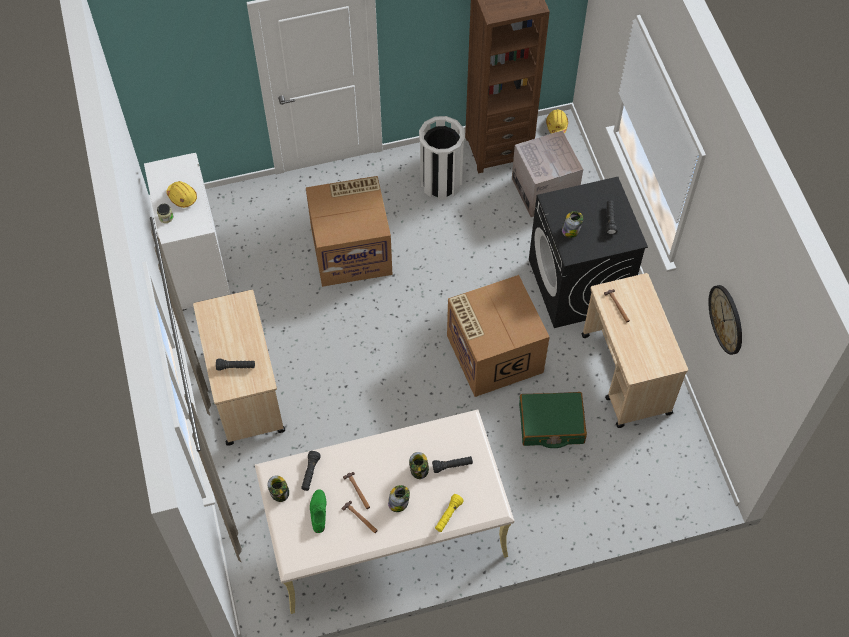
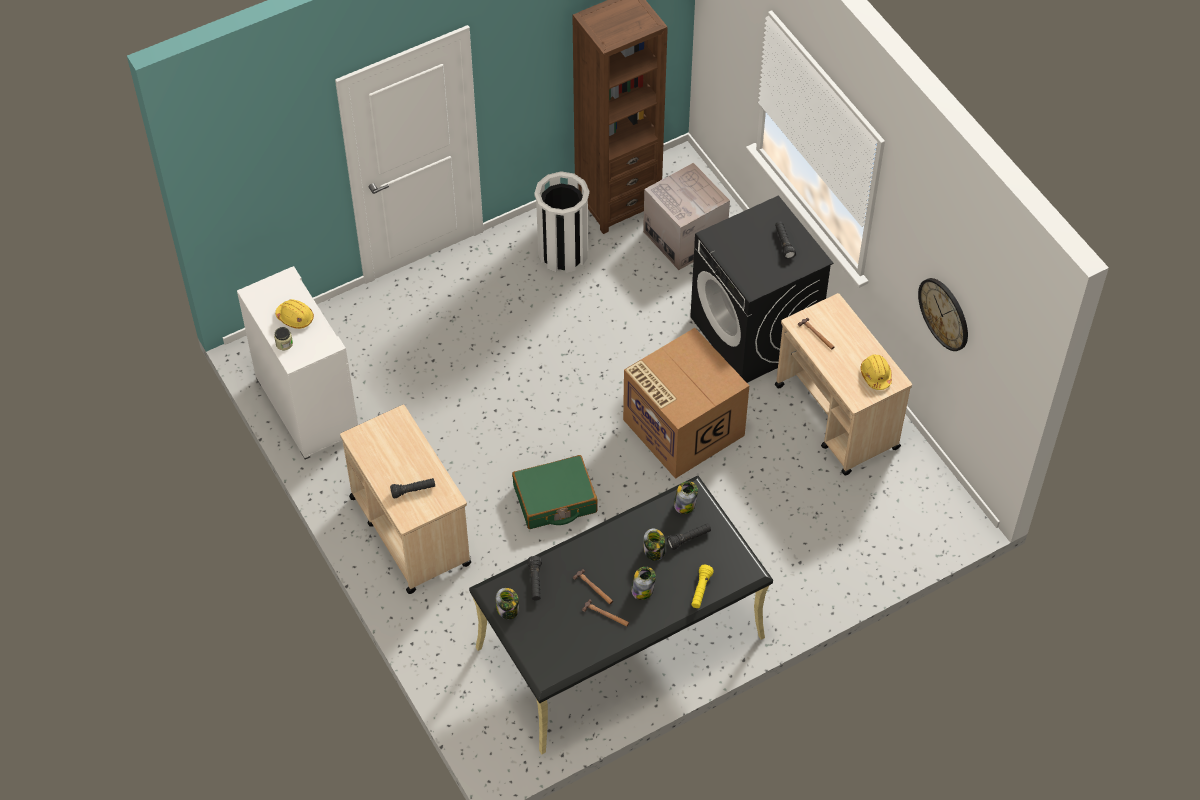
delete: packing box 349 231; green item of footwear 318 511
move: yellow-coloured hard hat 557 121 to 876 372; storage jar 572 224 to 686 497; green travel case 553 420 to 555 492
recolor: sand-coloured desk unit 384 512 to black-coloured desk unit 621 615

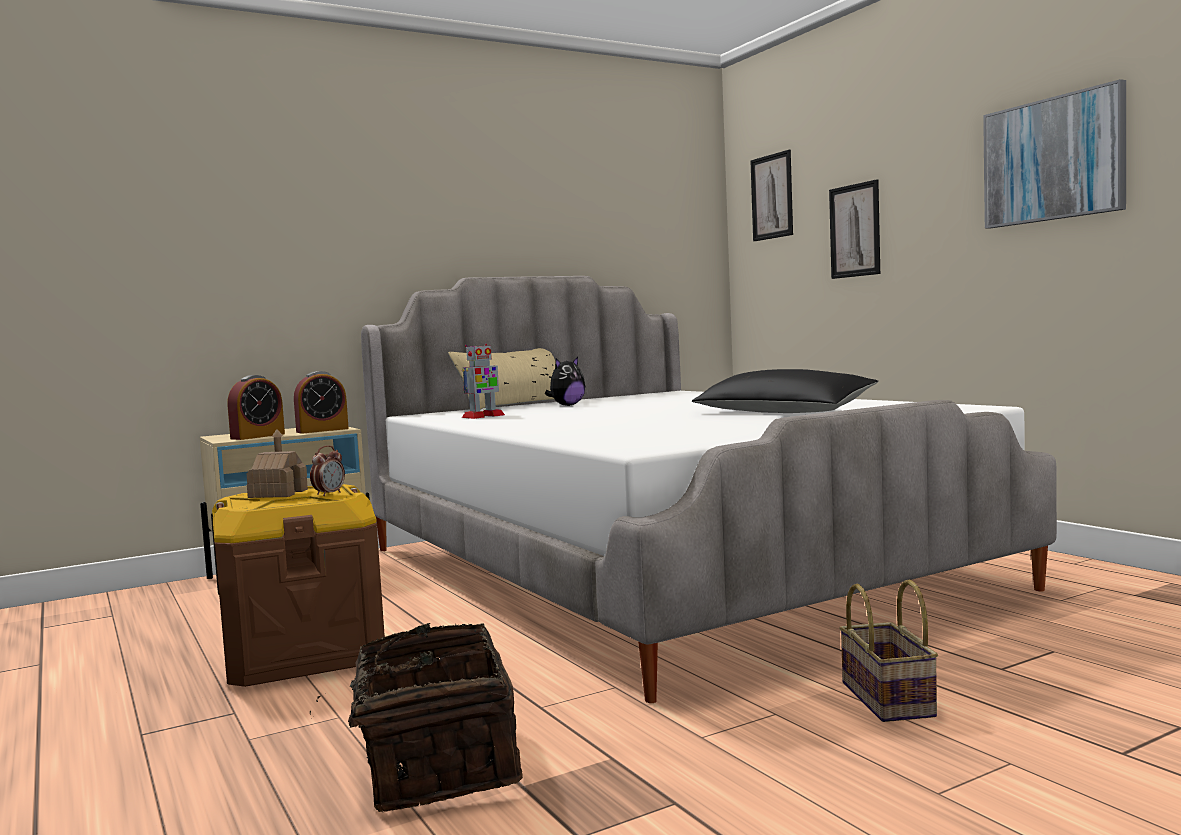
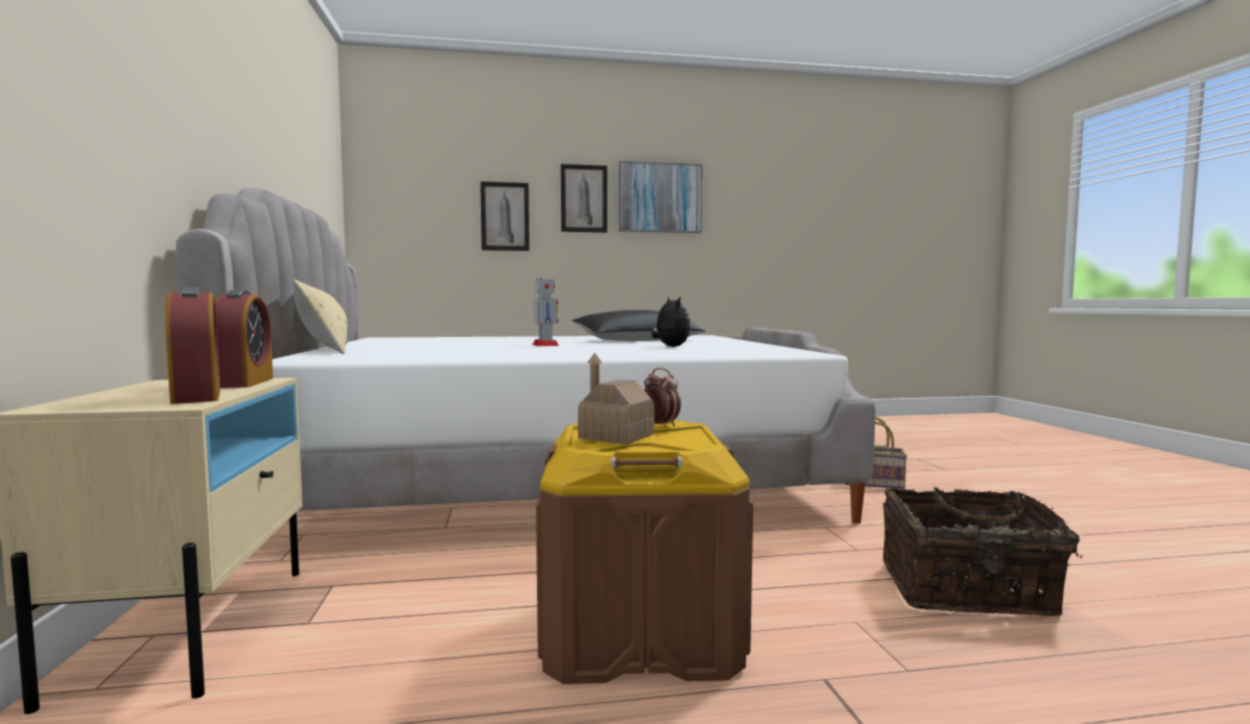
move: wall picture 771 195 to 584 198; robot figure 483 381 to 546 312; plush toy 565 381 to 671 321

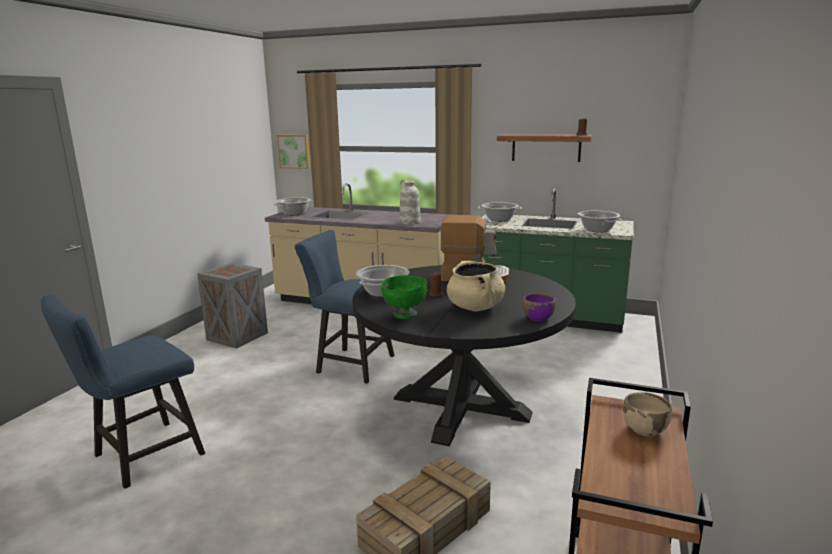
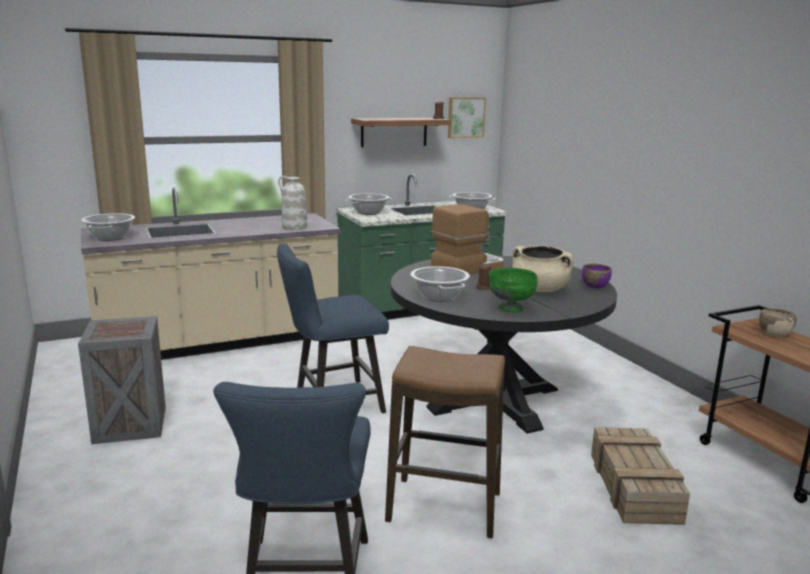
insert: sitting stool 445 442
move: wall picture 293 152 to 467 117

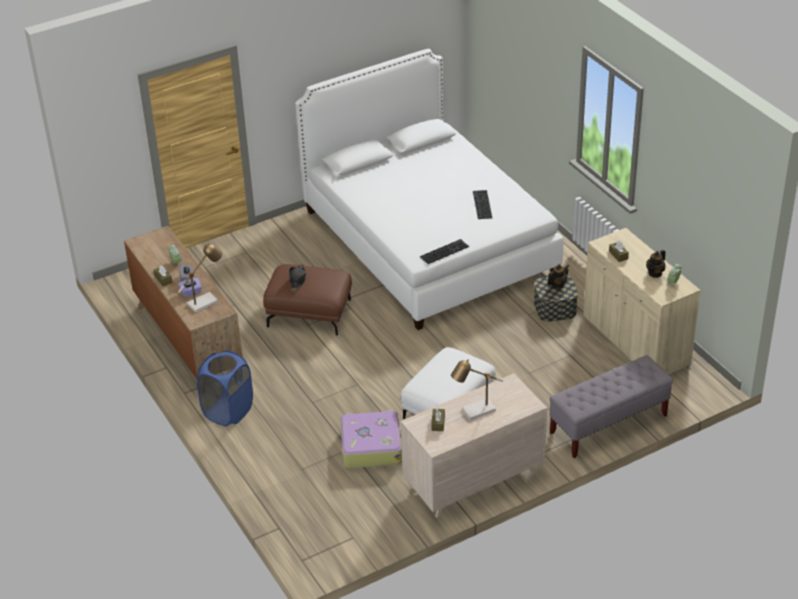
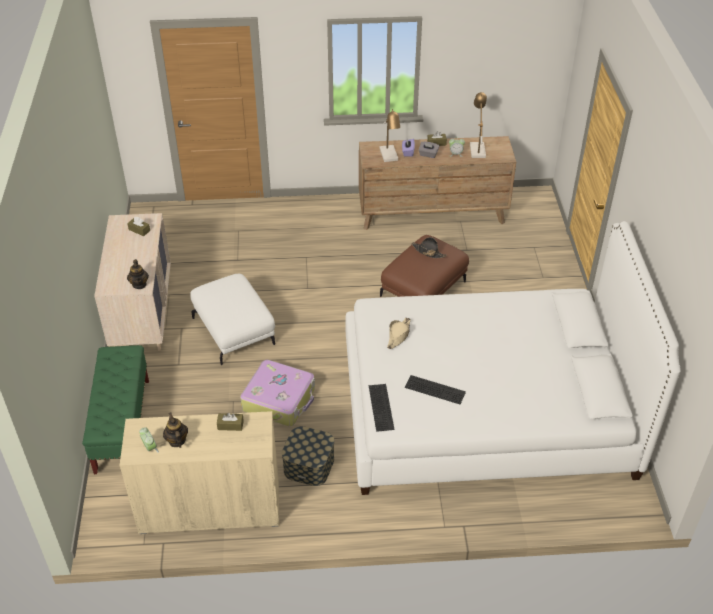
delete: blue-coloured hamper 225 388
insert: sand-coloured wearable hat 399 333
move: PC keyboard 444 251 to 381 408; tea pot 558 276 to 138 274; table lamp 477 389 to 478 125; travel case 371 439 to 277 393
recolor: greyish bench 611 406 to green bench 115 409

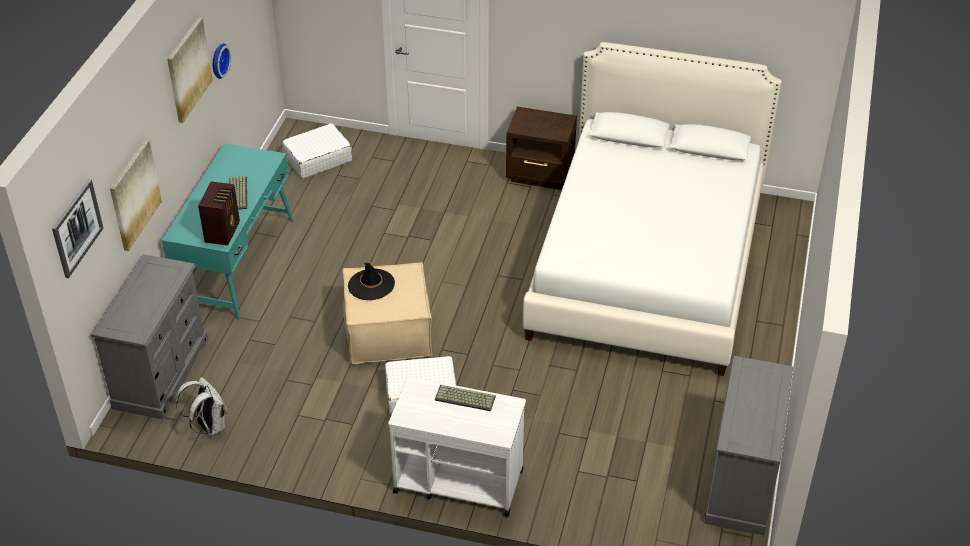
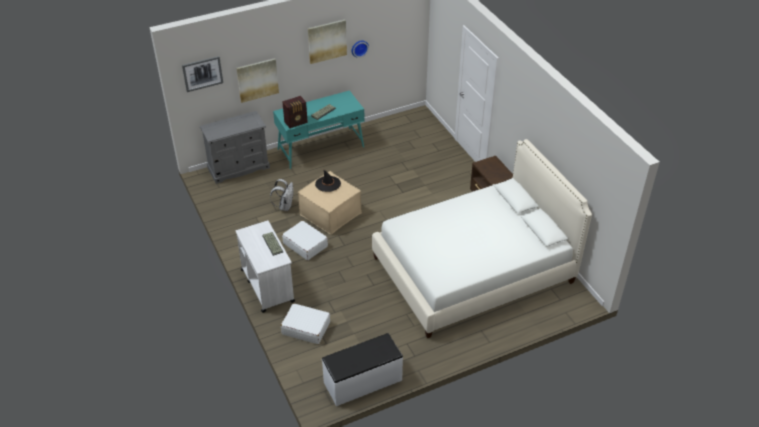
move: white travel case 317 150 to 305 323; white backpack 201 406 to 281 195
replace: greyish chest of drawers 748 446 to white bench 362 369

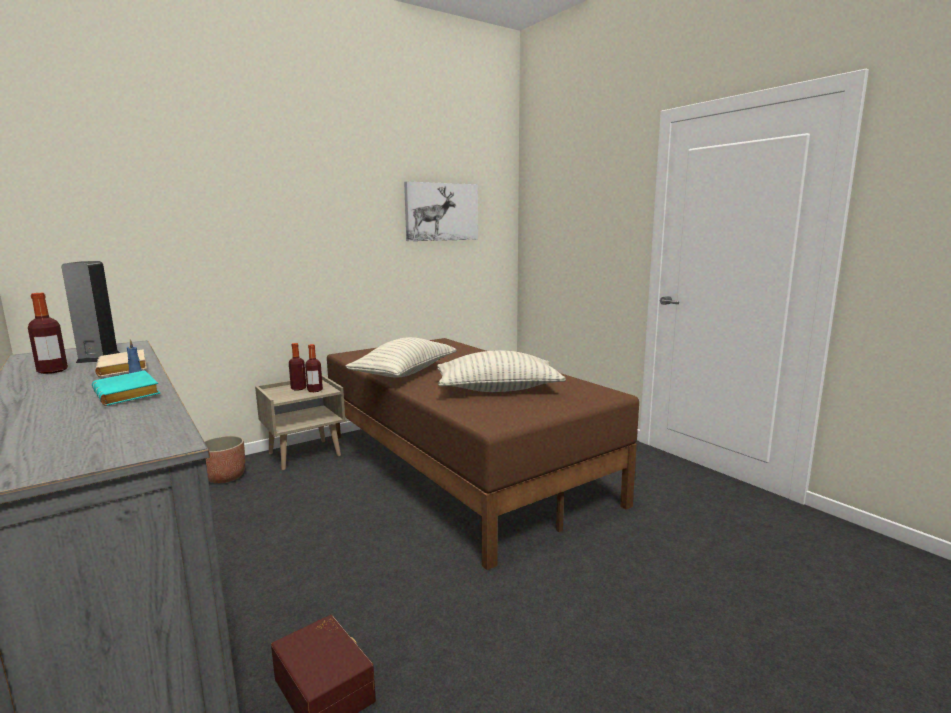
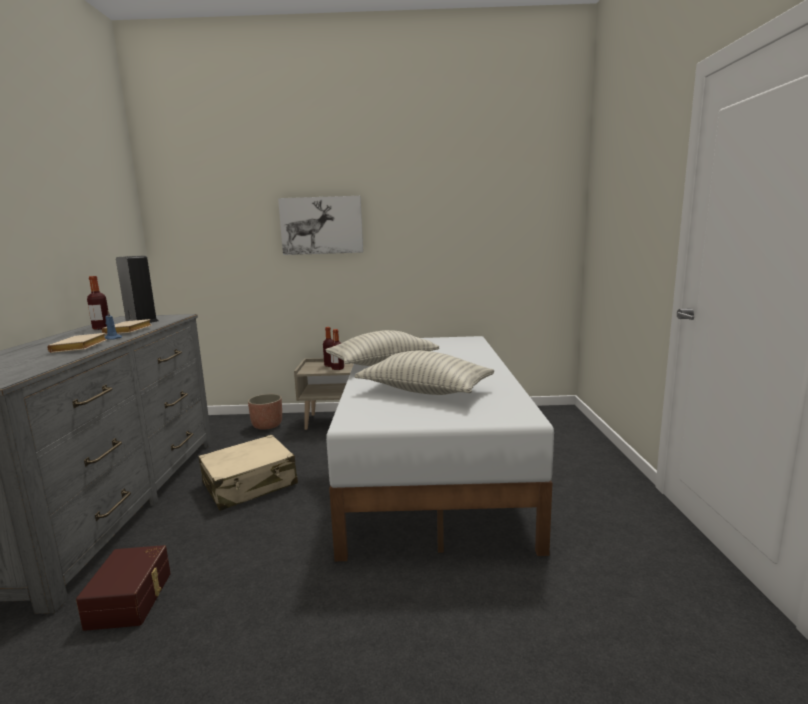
insert: sand-coloured travel case 248 473
move: wall picture 441 211 to 320 225
recolor: brown-coloured bedroom bed 483 454 to white bedroom bed 440 448; blue-green bound book 126 388 to sand-coloured bound book 77 343

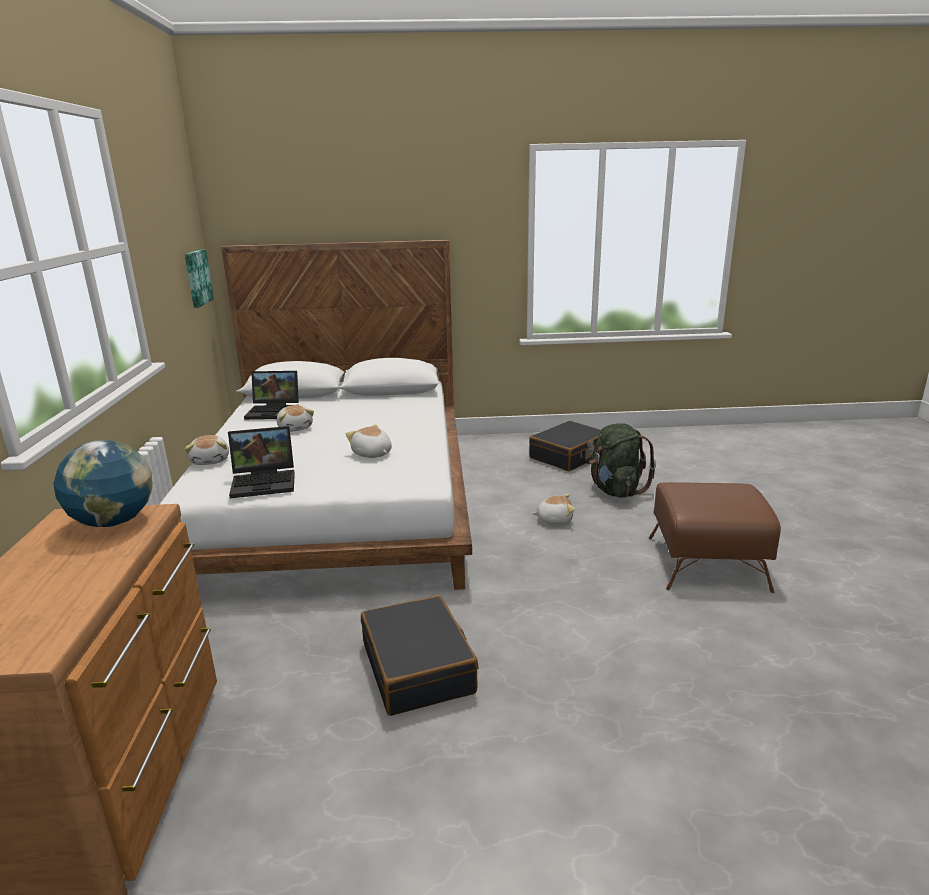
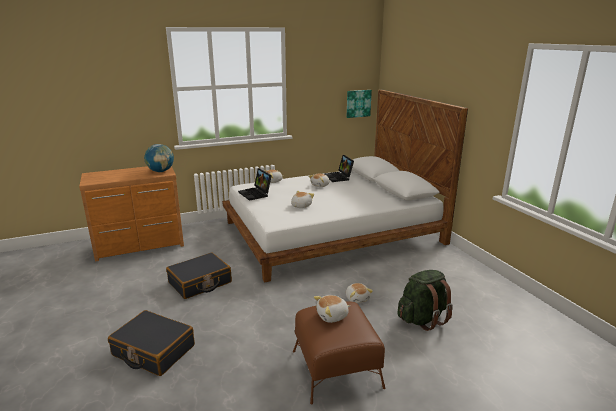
insert: plush toy 332 309
move: black-coloured travel case 565 446 to 151 343

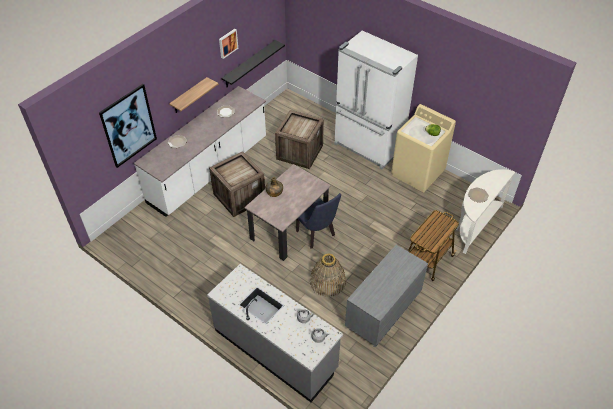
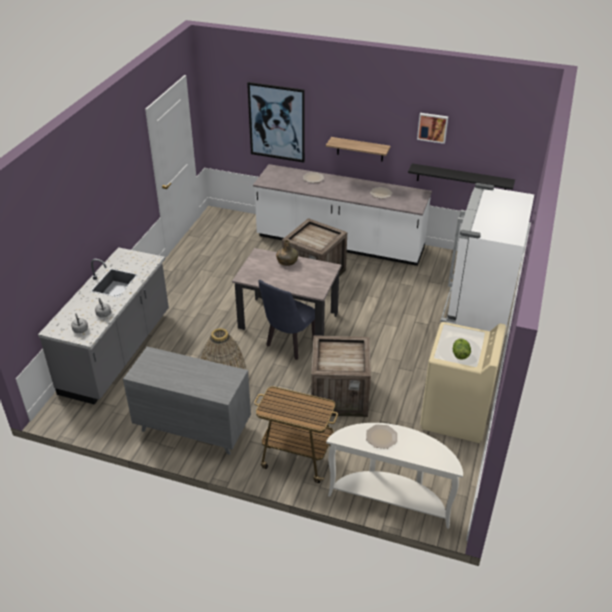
move: shipping crate 299 139 to 341 376

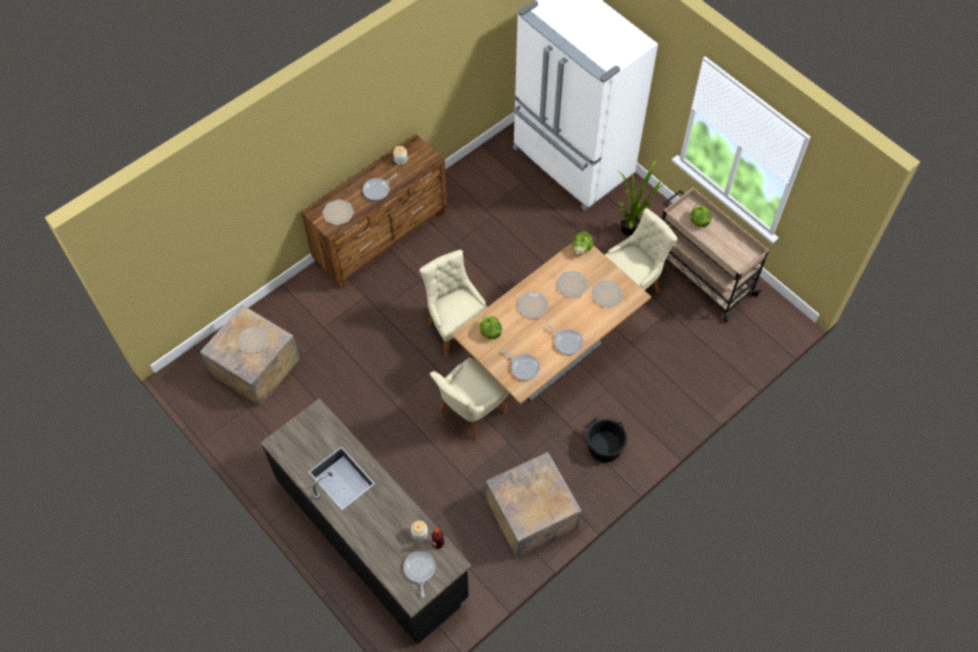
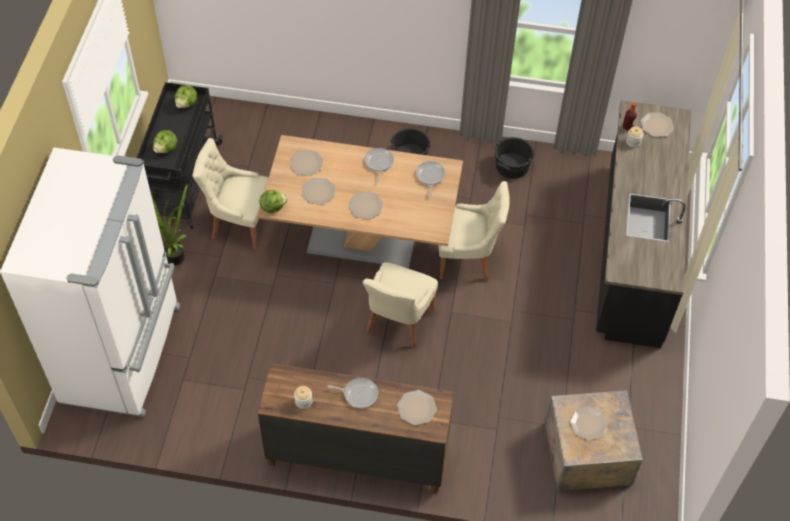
move: lettuce 491 327 to 186 96
replace: shipping crate 534 505 to black-coloured pail 513 158; skillet 419 574 to dinner plate 657 124
recolor: sand-coloured trolley 715 255 to black-coloured trolley 180 155

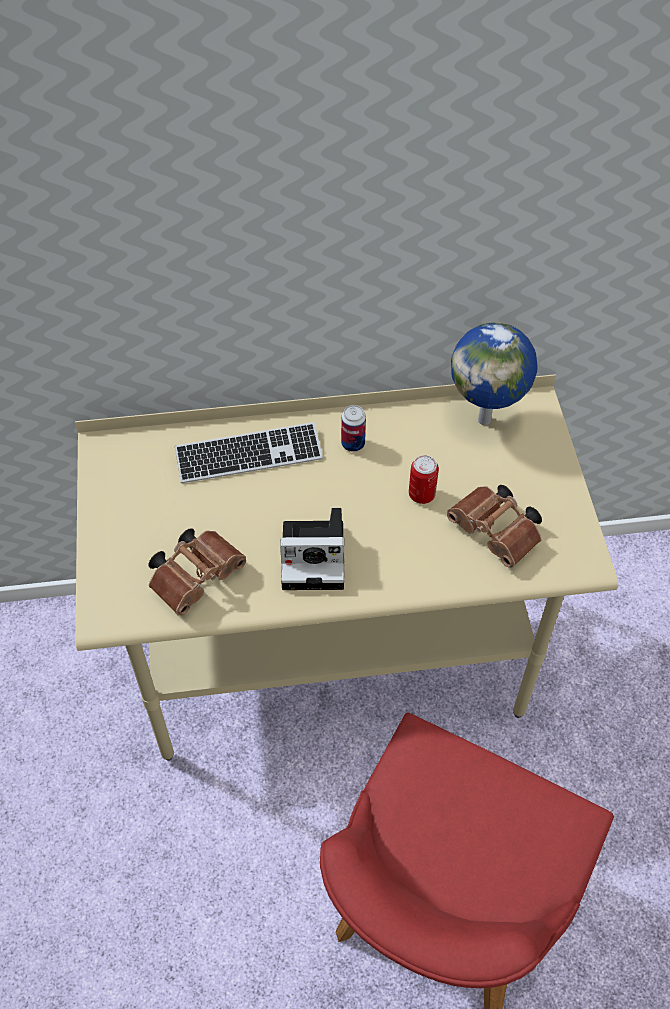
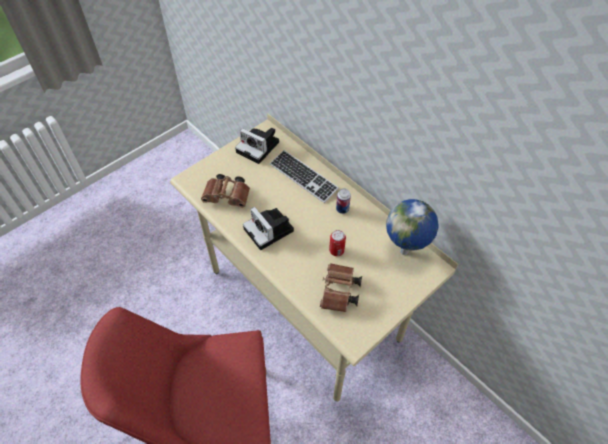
insert: photo camera 257 145

